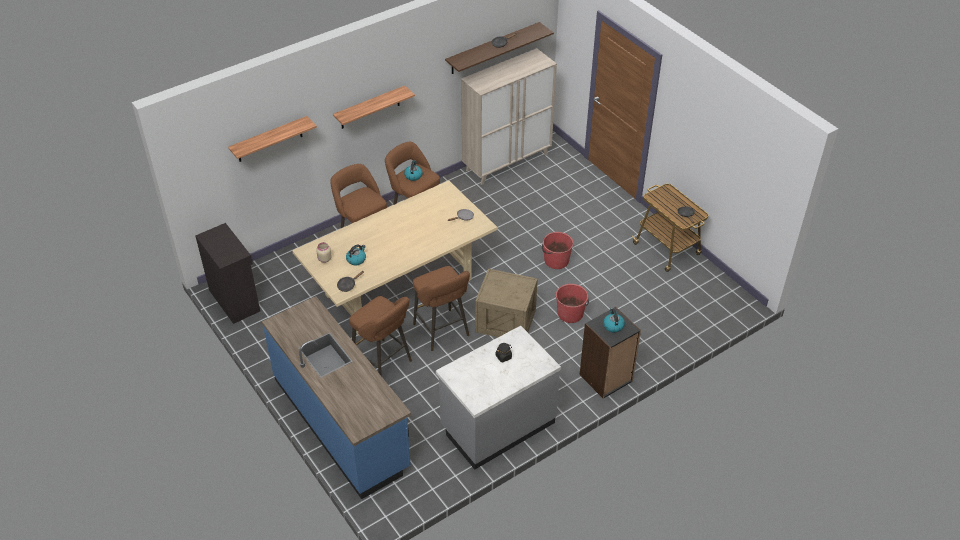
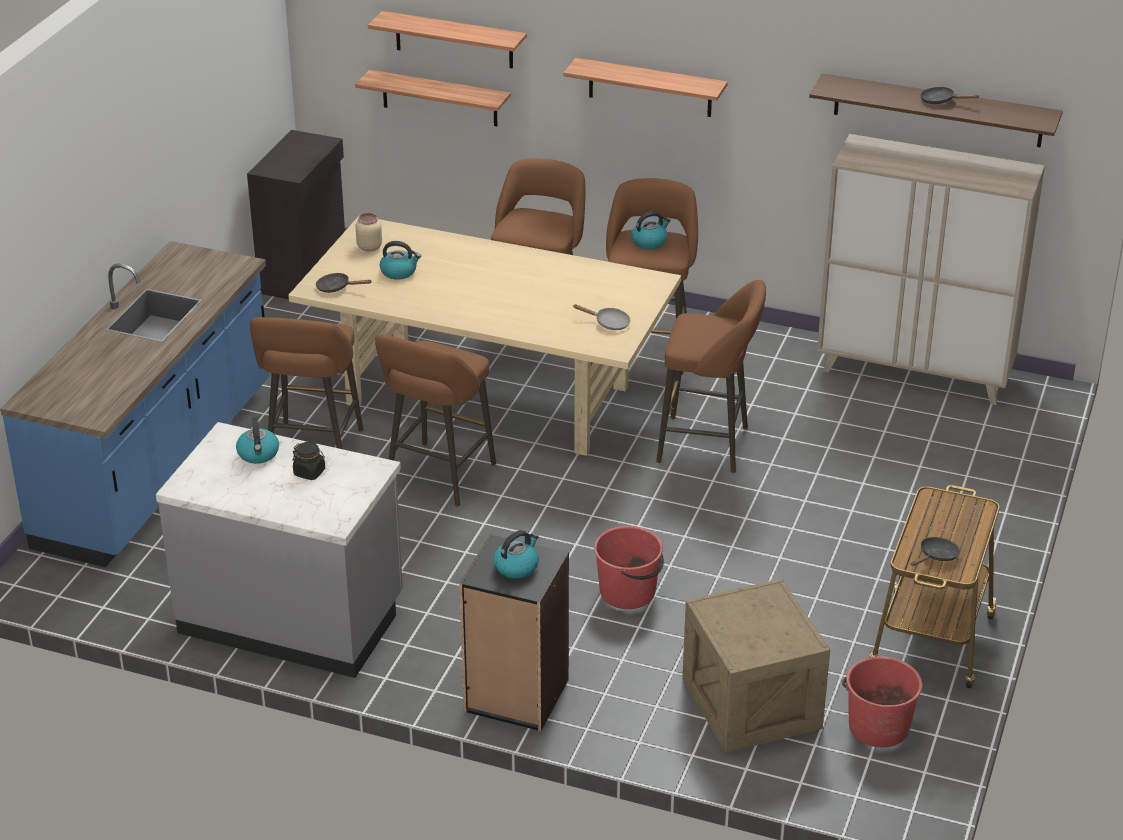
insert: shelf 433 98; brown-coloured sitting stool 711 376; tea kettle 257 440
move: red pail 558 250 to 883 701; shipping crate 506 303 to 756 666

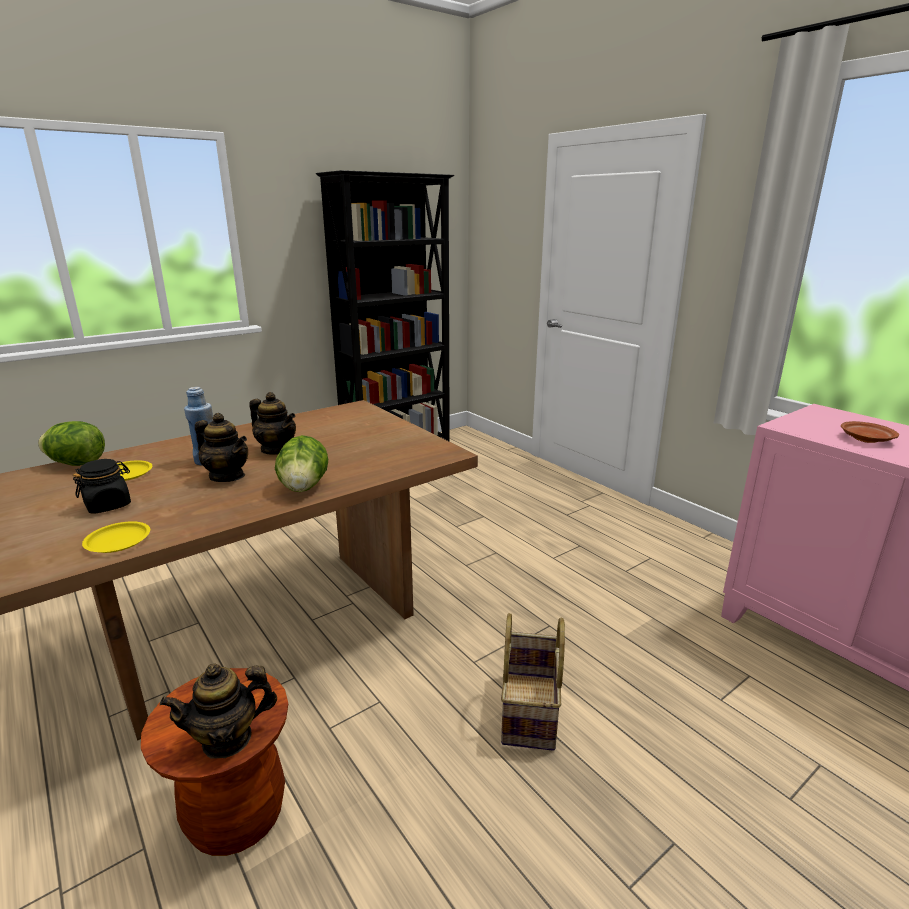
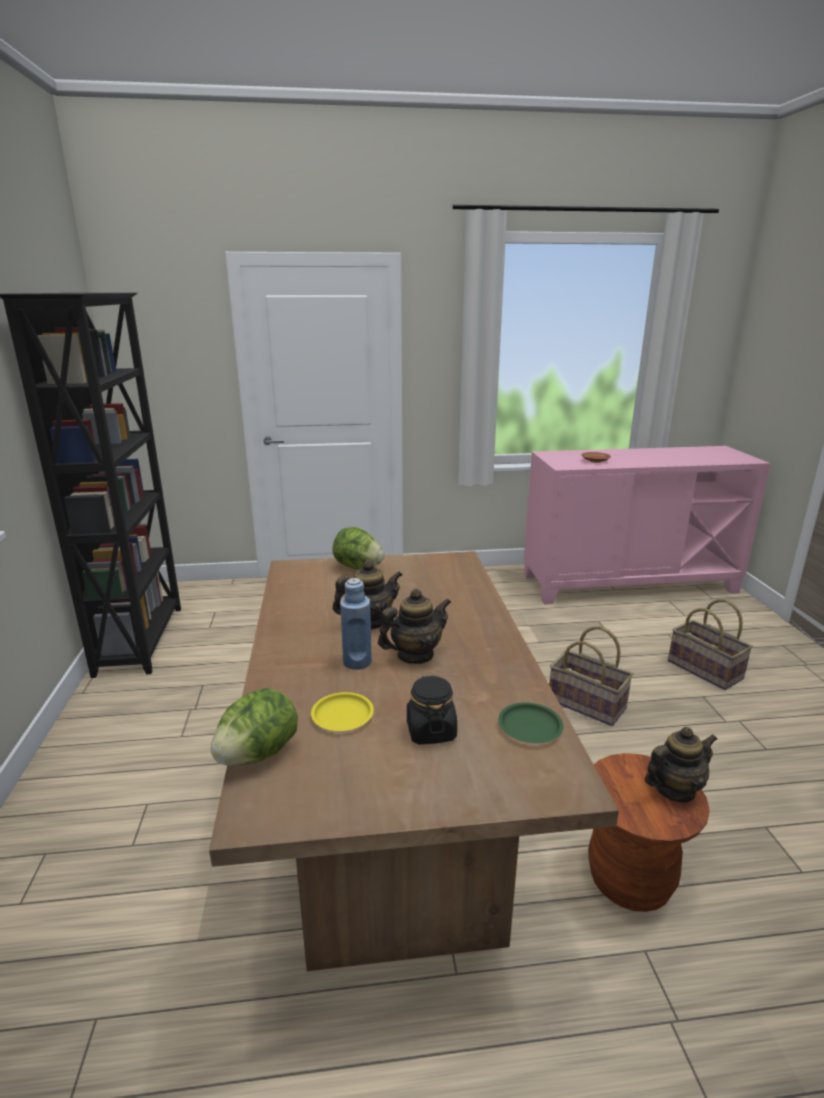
insert: storage basket 710 644
move: lettuce 301 463 to 358 548
recolor: yellow-coloured dinner plate 116 537 to green dinner plate 530 722
rotate: tea pot 218 711 = 681 765 120 degrees counterclockwise

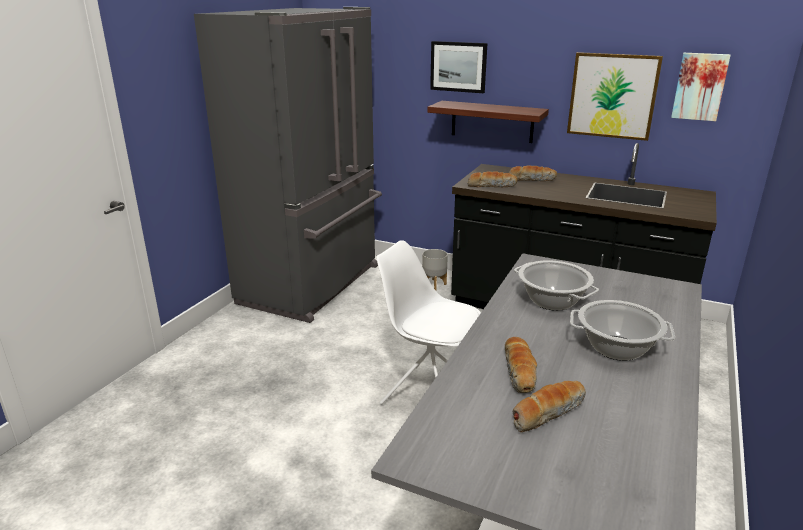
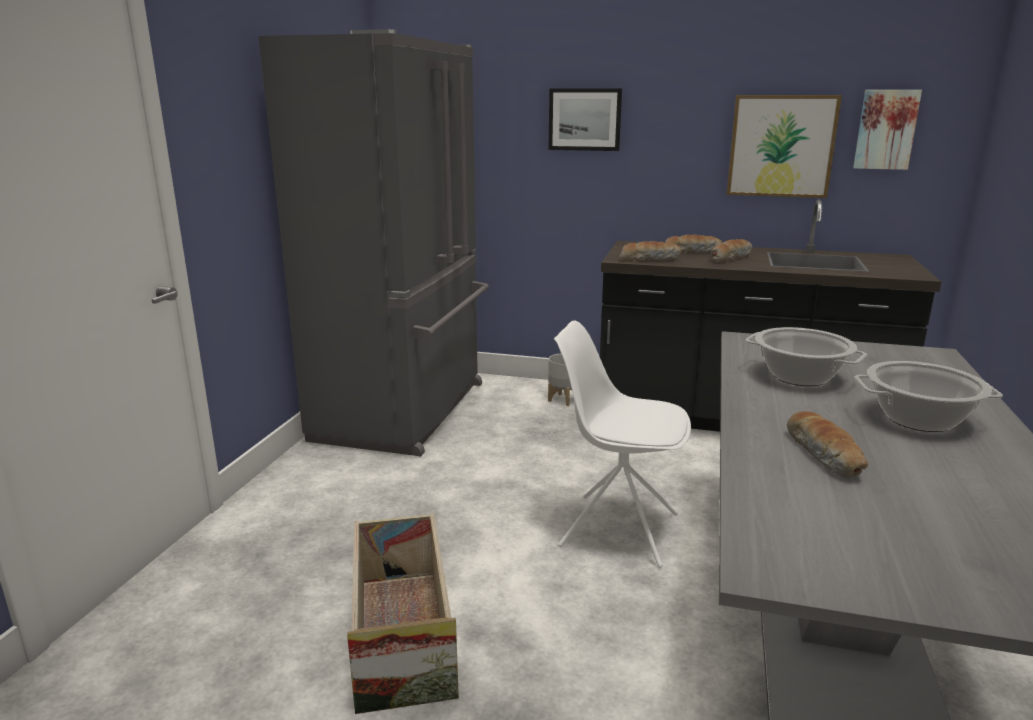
delete: shelf 488 122
insert: shipping crate 403 613
move: bakery bread 549 406 to 731 251

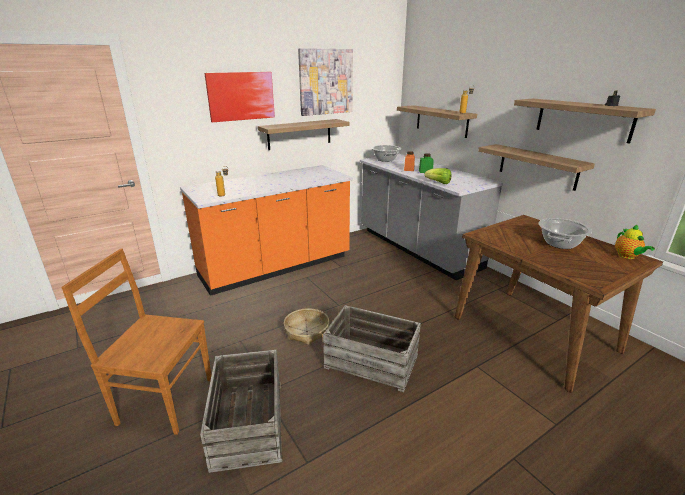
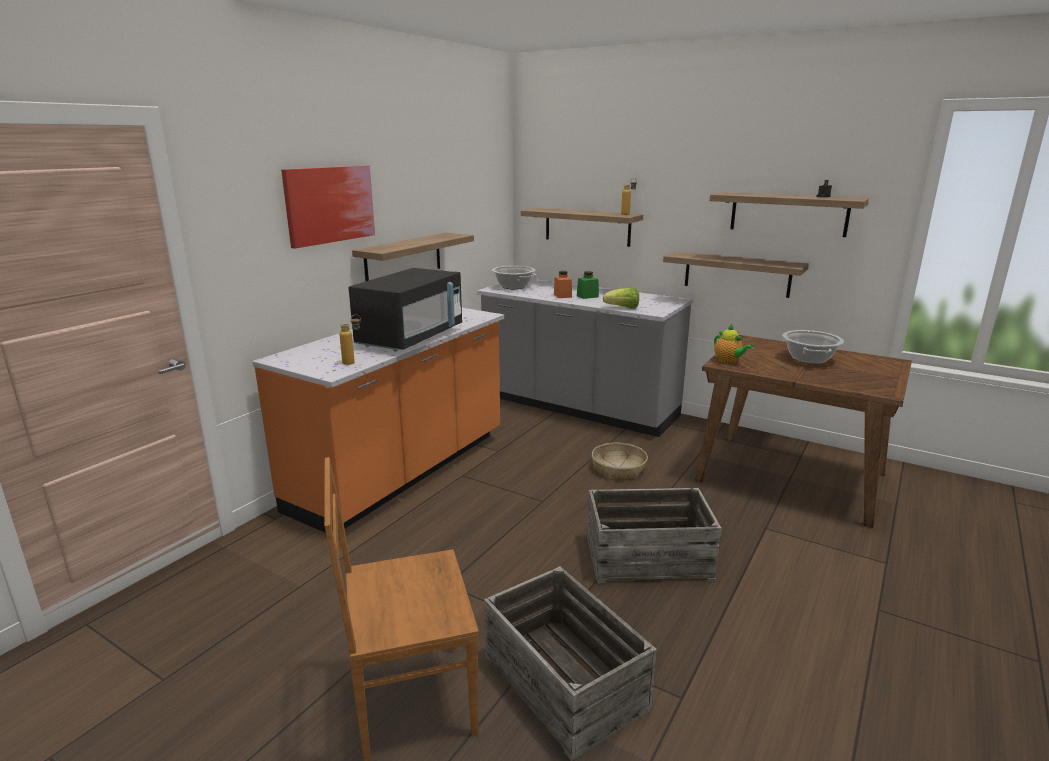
delete: wall picture 325 82
insert: black-coloured microwave oven 405 309
move: tea pot 635 242 to 734 344; storage basket 306 326 to 620 461

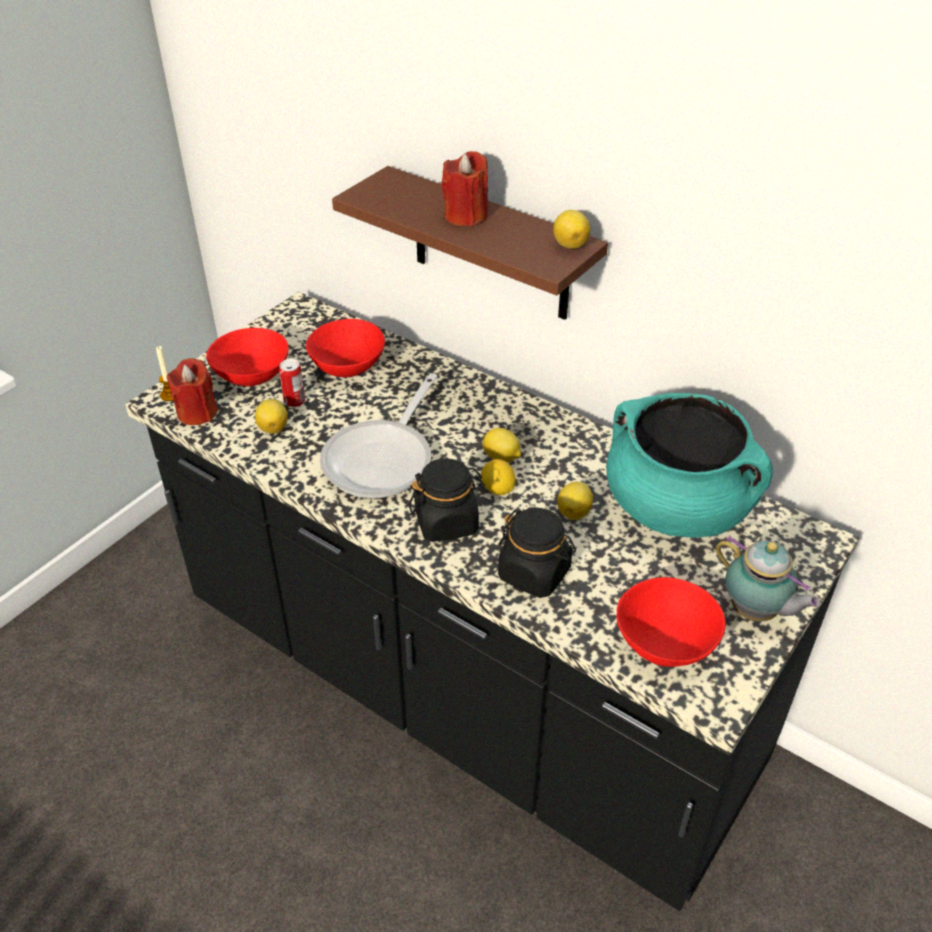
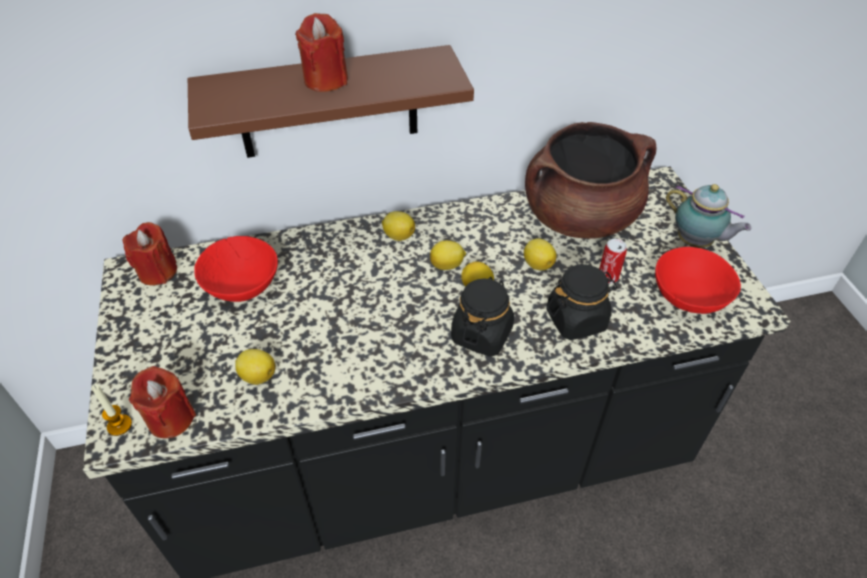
delete: red serving bowl 247 357; skillet 379 435
insert: red candle 150 253
move: whole lemon 572 229 to 398 226; metal can 292 383 to 613 261
recolor: blue-green cooking pot 689 465 to brown-coloured cooking pot 590 180
rotate: tea pot 768 579 = 708 216 45 degrees clockwise

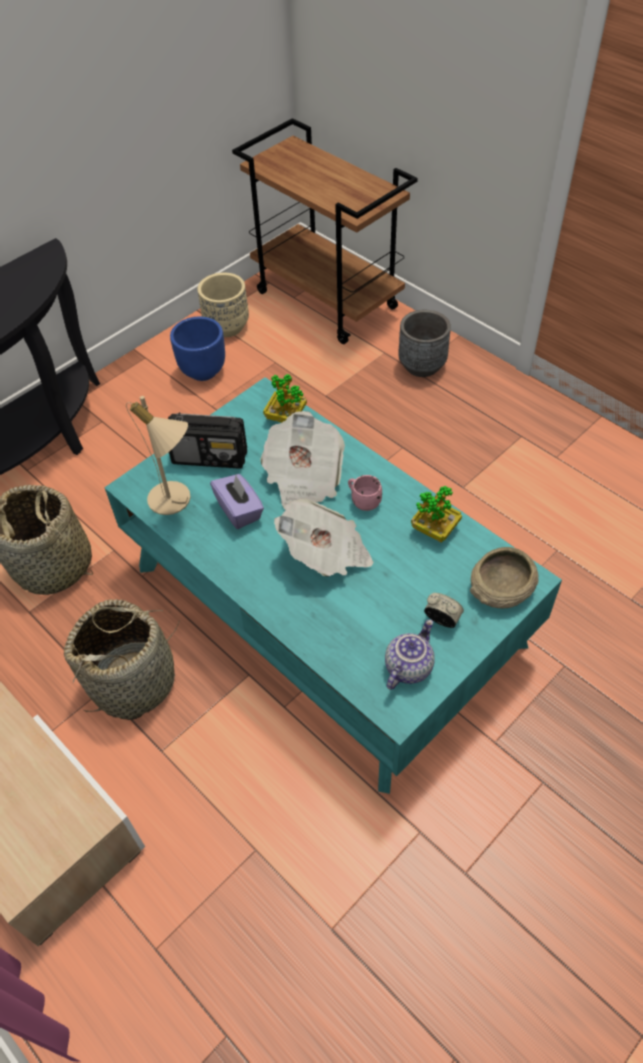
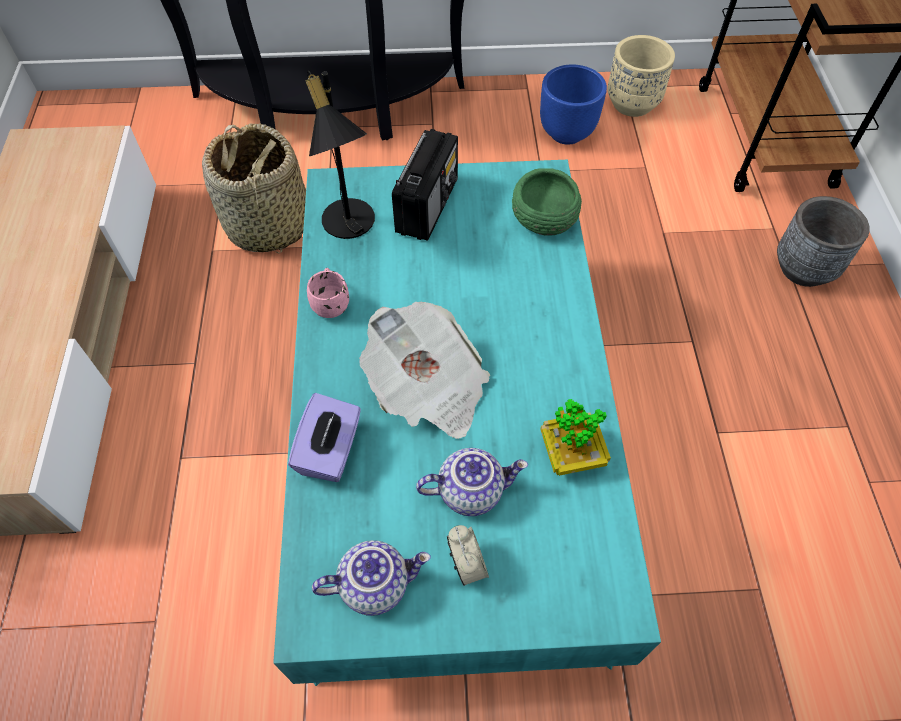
delete: printed paper 302 460; sand-coloured serving bowl 504 577; storage basket 121 659
insert: tea pot 472 482
move: purplish tissue holder 237 501 to 324 437; pinkish coffee mug 365 493 to 328 293
replace: potted plant 285 398 to green serving bowl 547 202
recolor: sand-coloured table lamp 158 455 to black-coloured table lamp 340 155
rotate: radio set 207 440 = 425 185 120 degrees counterclockwise

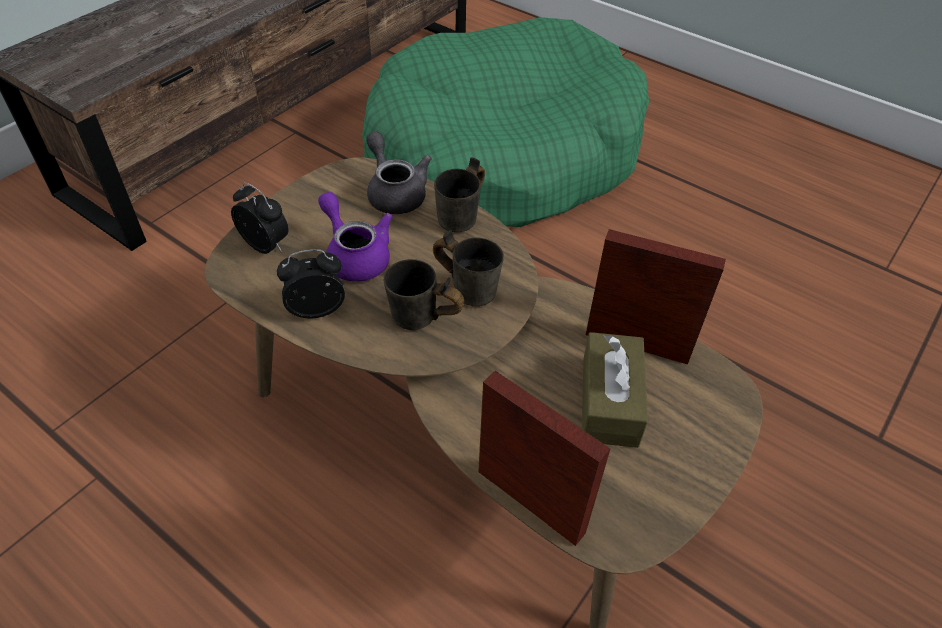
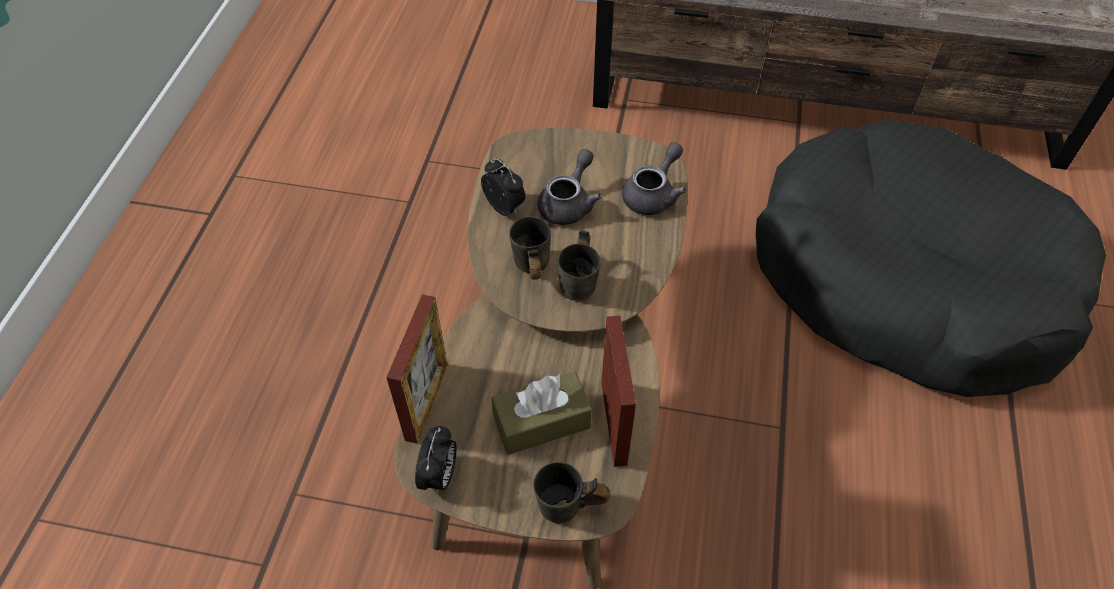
move: greyish coffee mug 459 194 to 571 492; table clock 260 218 to 435 460
recolor: green dog cushion 505 122 to black-coloured dog cushion 931 258; purplish tea pot 355 237 to greyish tea pot 569 187

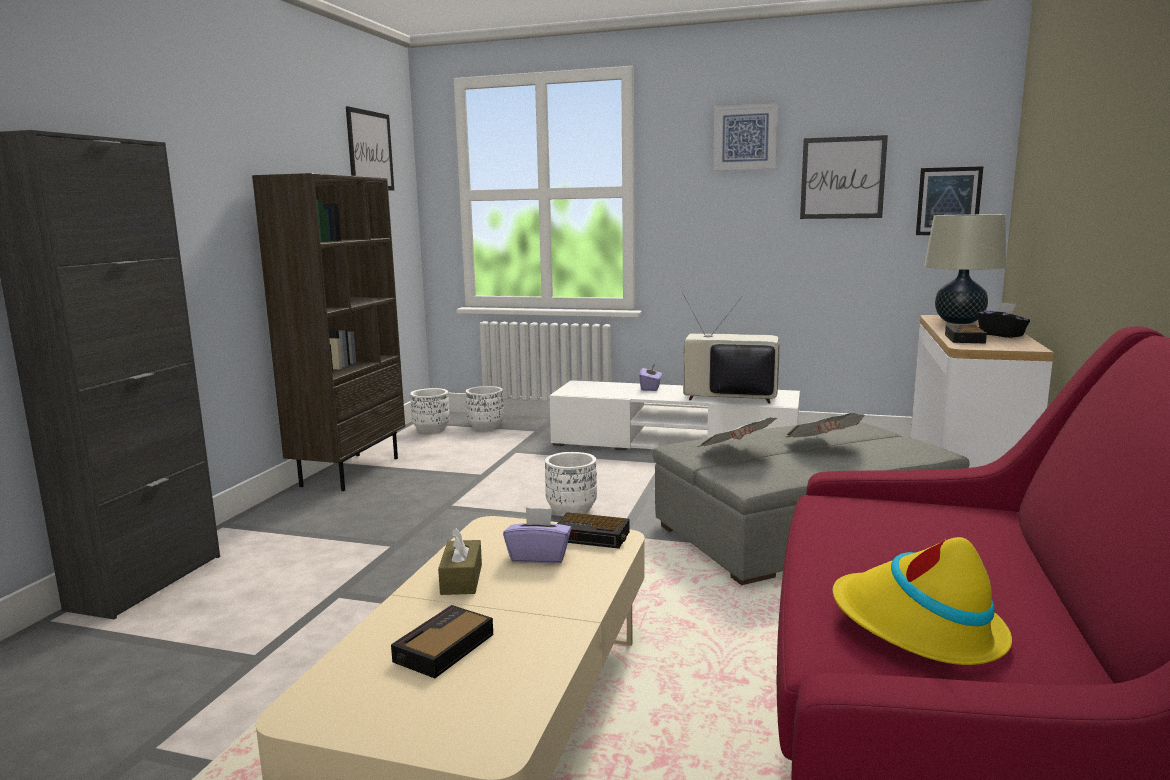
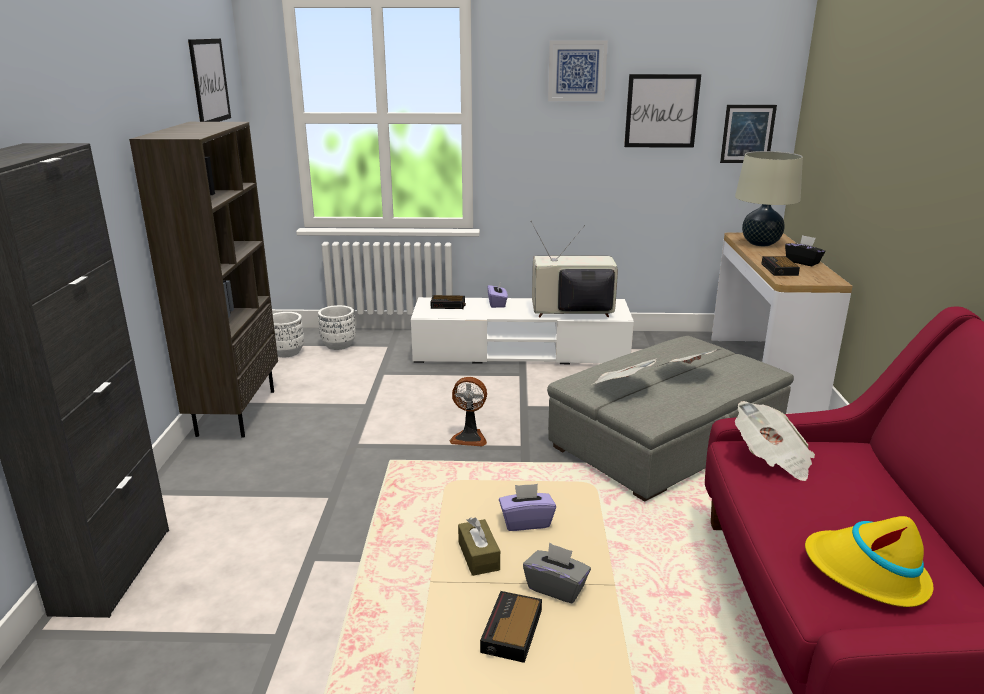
insert: printed paper 775 441; greyish tissue holder 557 572
move: table clock 593 530 to 448 302
replace: white flower pot 571 484 to fan 468 412

